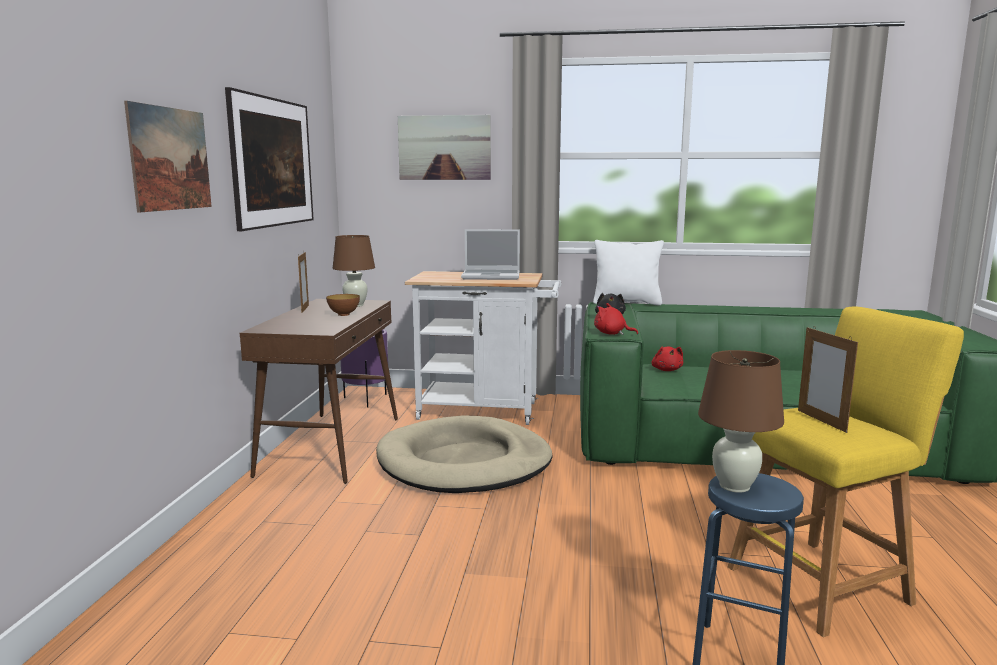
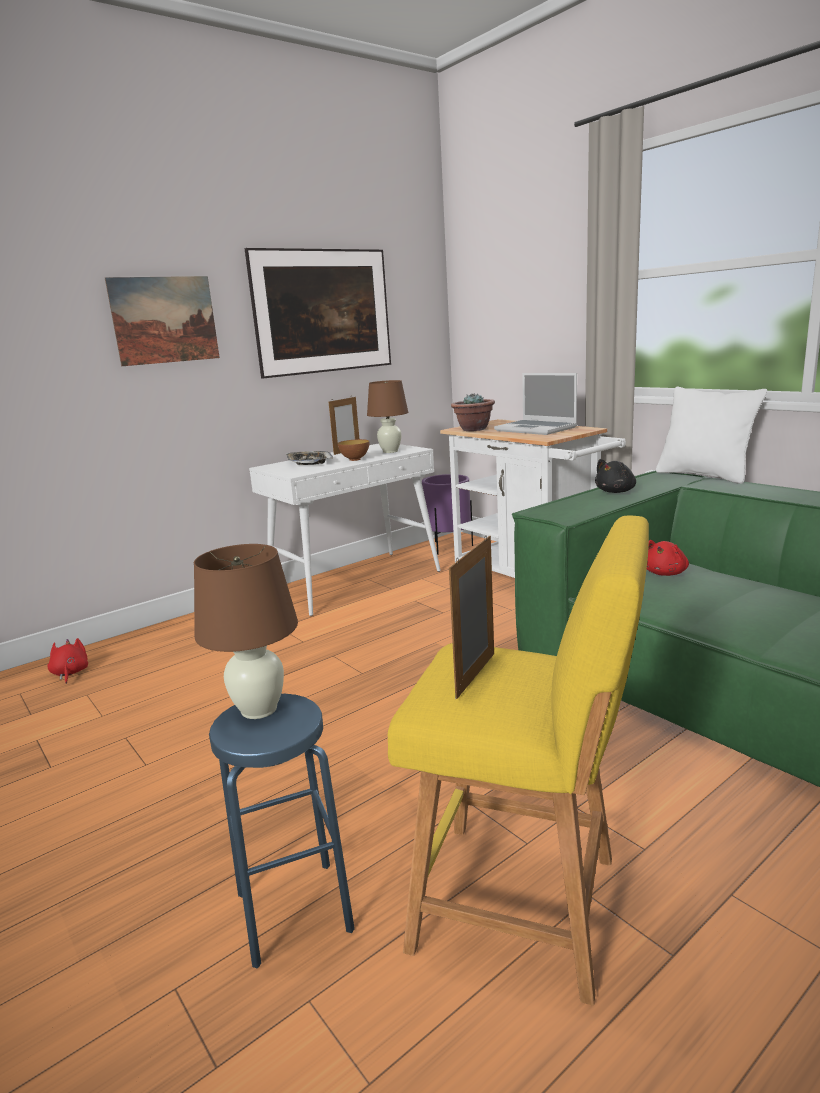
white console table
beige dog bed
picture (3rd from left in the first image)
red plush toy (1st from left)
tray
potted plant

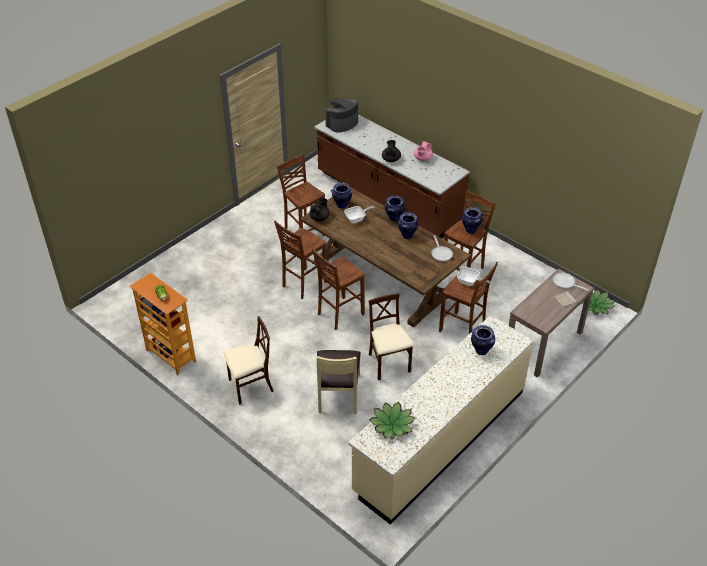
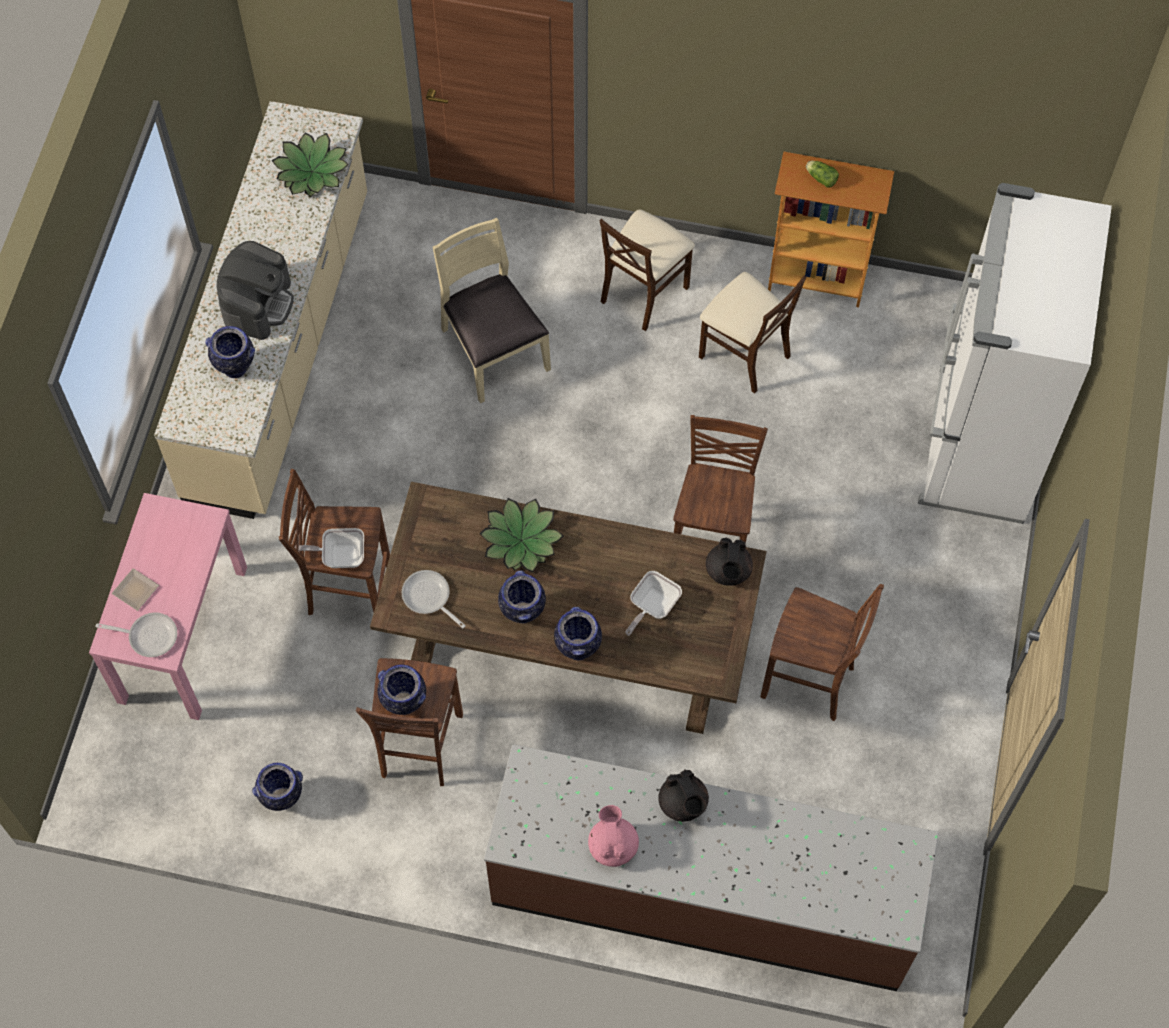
brown stool (3rd from left in the first image)
coffee machine
vase (2nd from left)
beige chair (3rd from left)
pink console table
potted plant (2nd from left)
white fridge

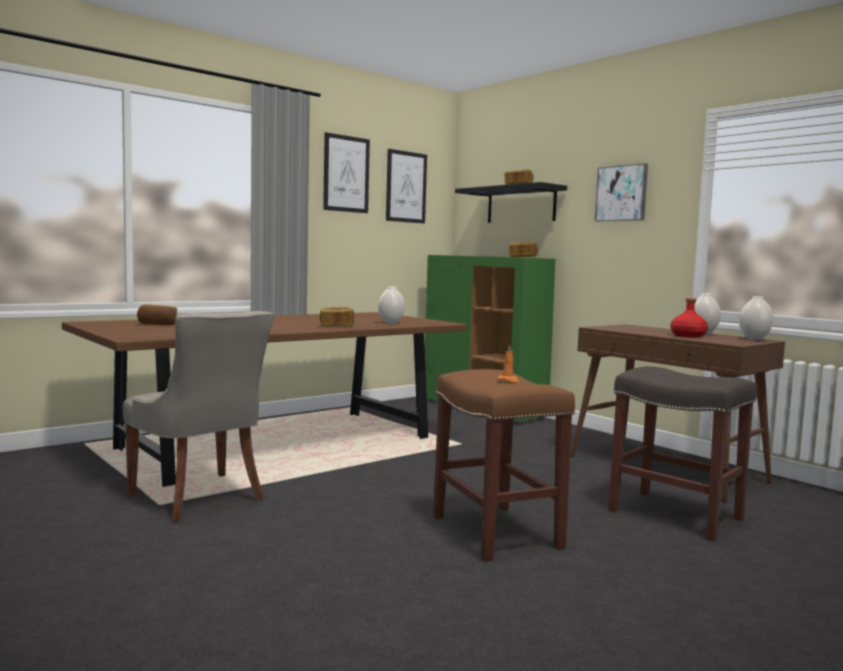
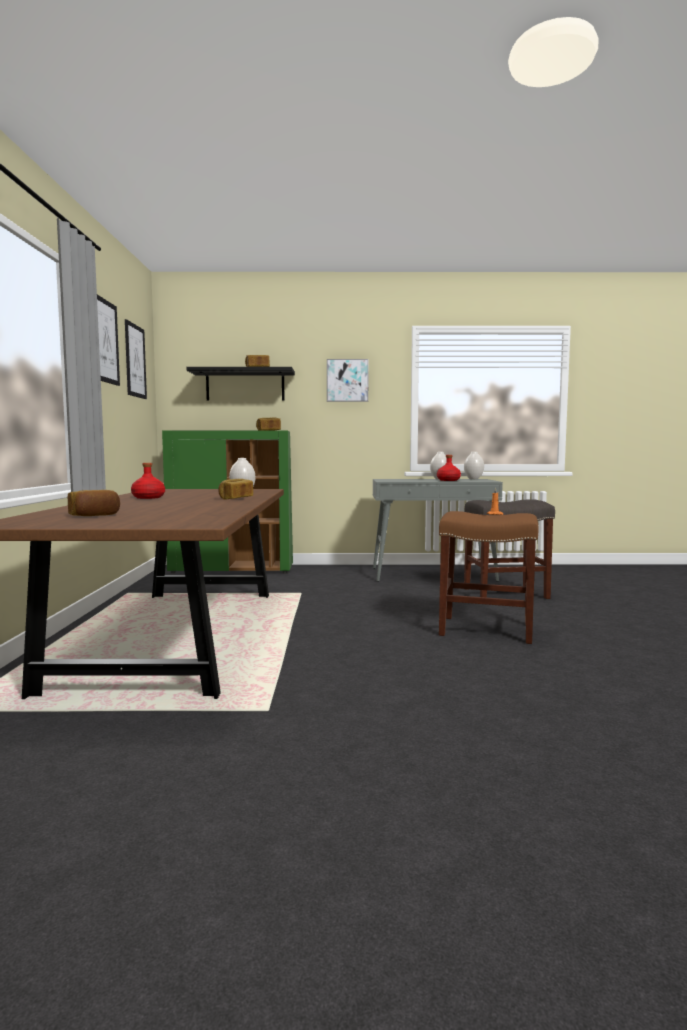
grey chair
grey console table
red bottle (1st from left)

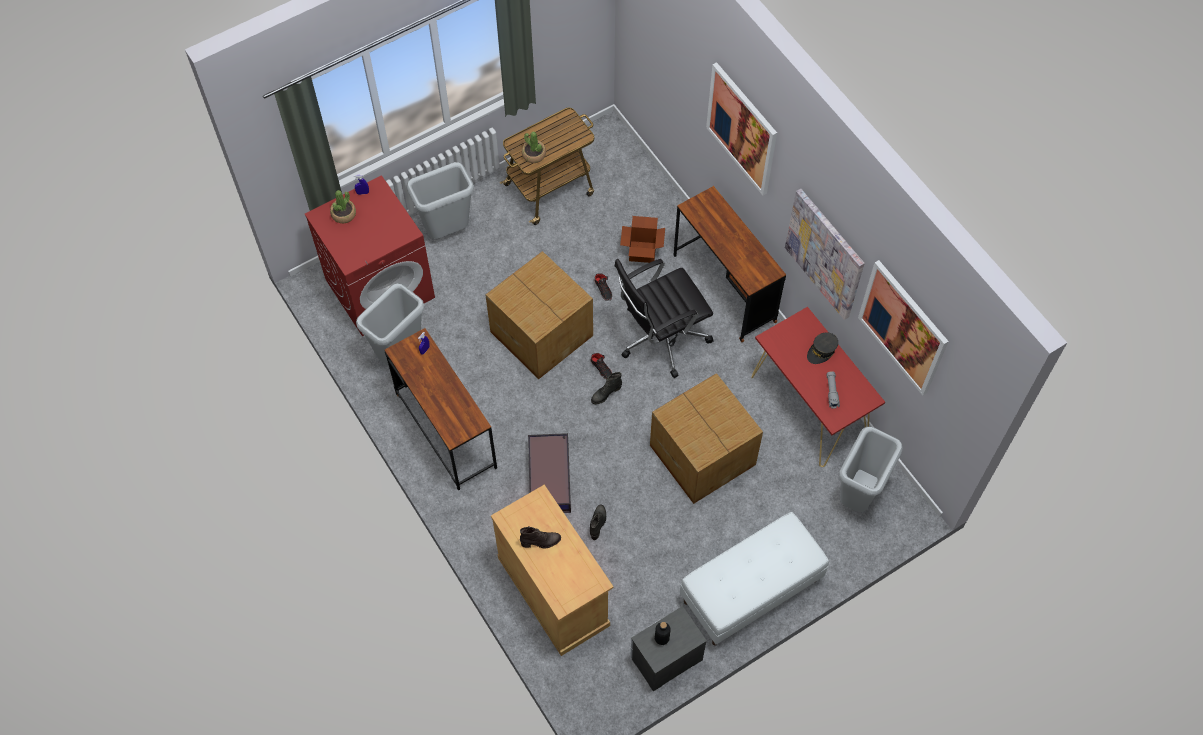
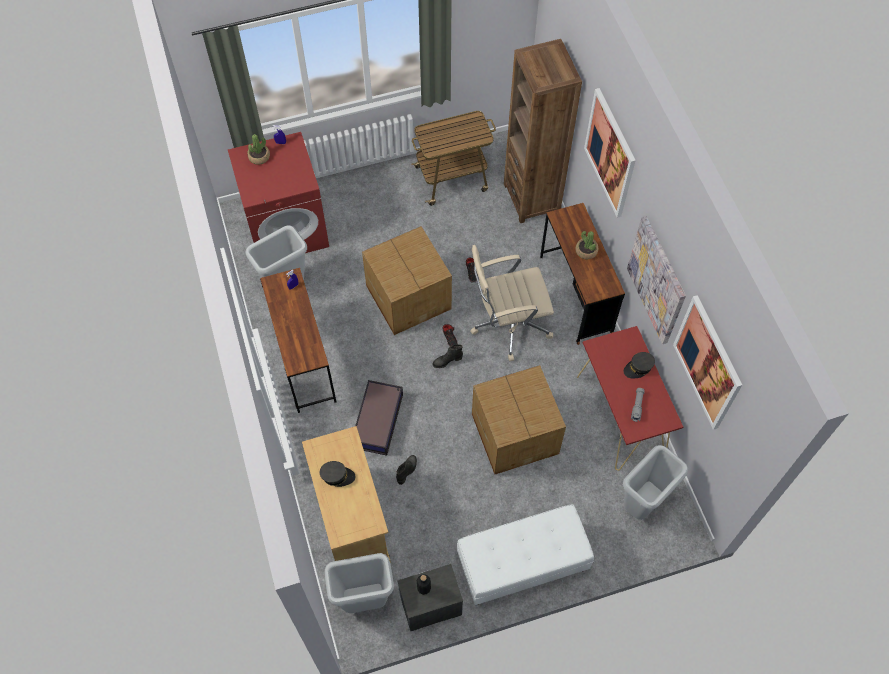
grey trash can (2nd from left)
grey cap (1st from left)
potted plant (2nd from left)
beige office chair
cardboard box (2nd from left in the first image)
brown bookcase

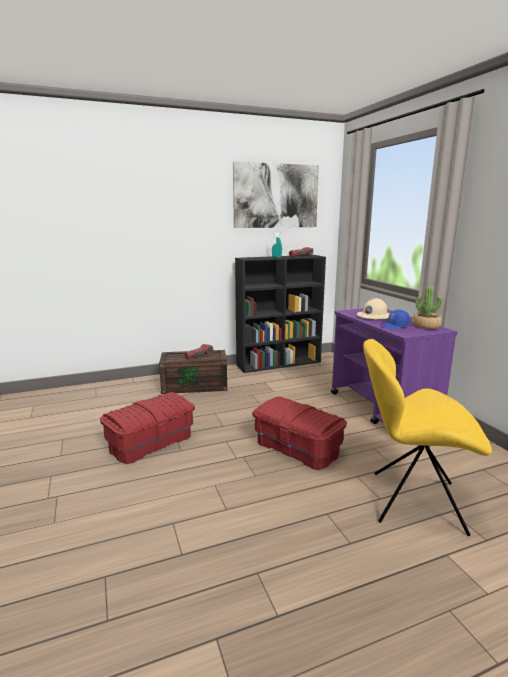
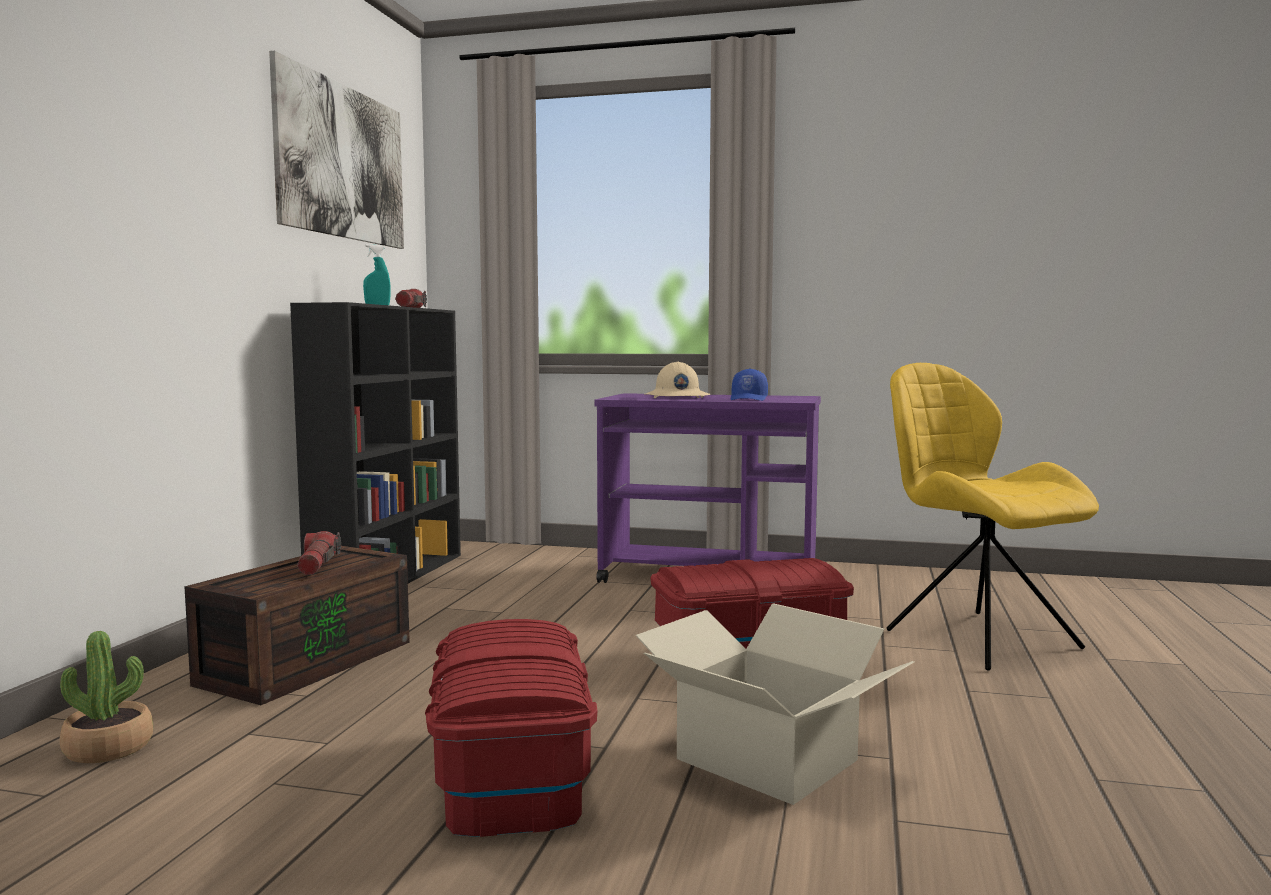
yellow chair
potted plant
cardboard box

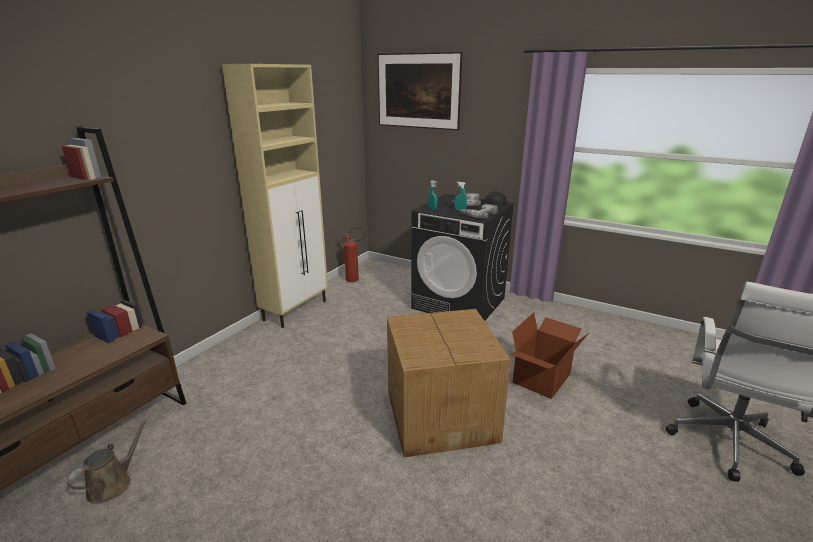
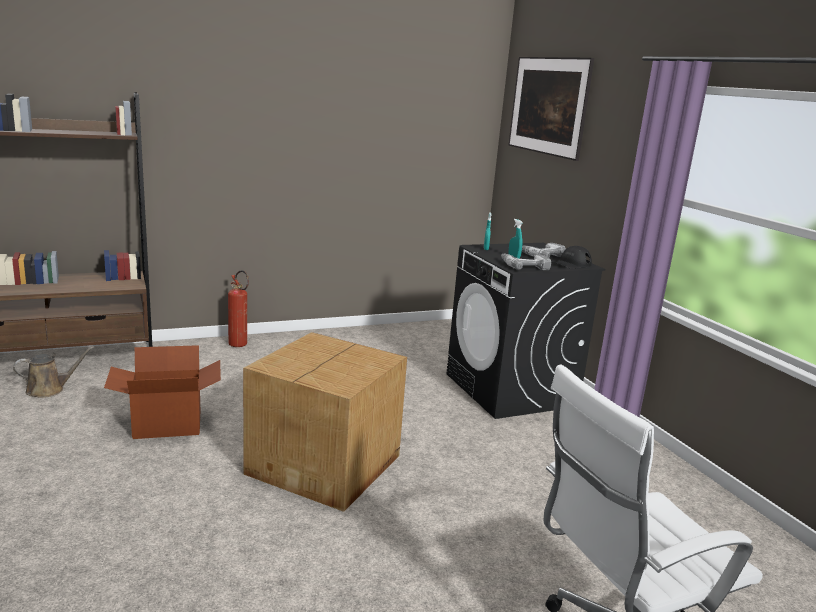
beige cabinet
fire extinguisher
cardboard box (1st from left)

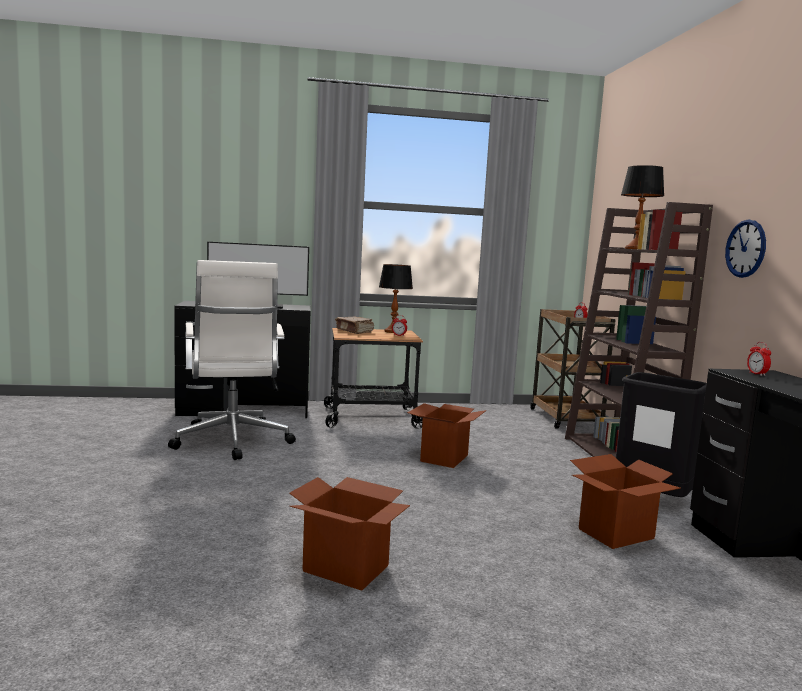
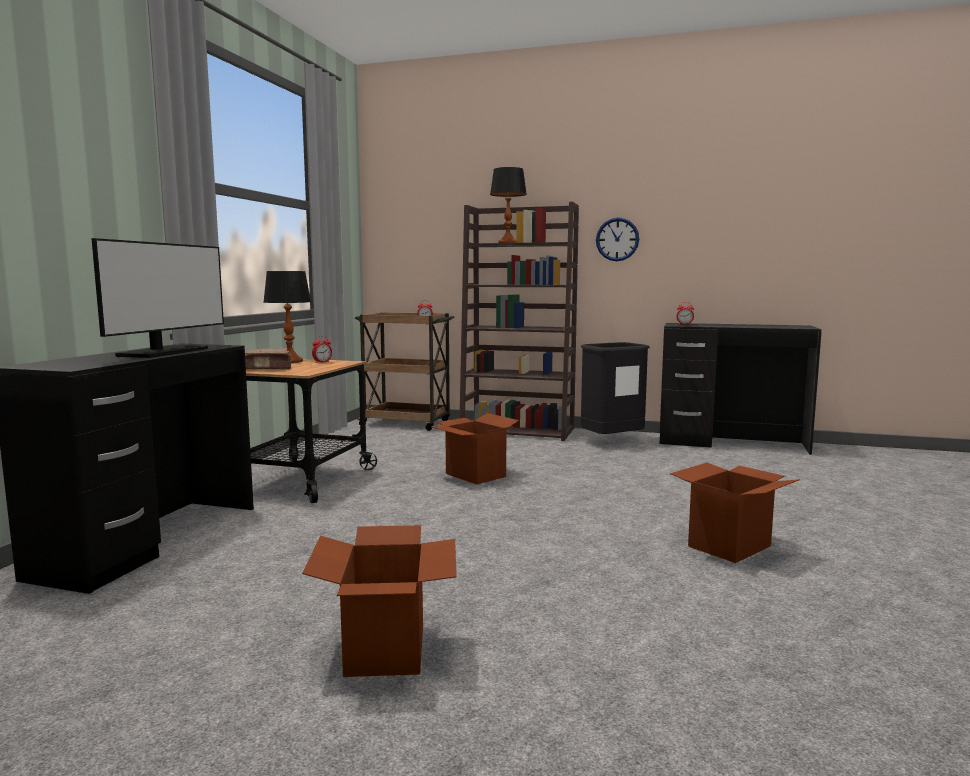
white office chair
cardboard box (1st from left)

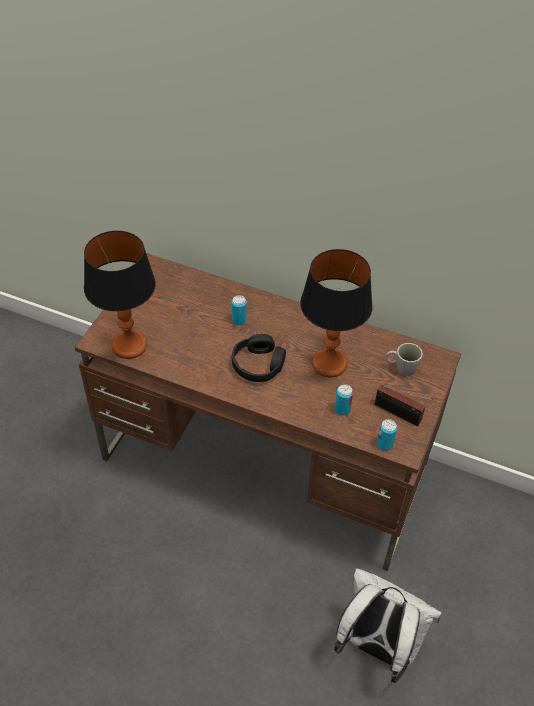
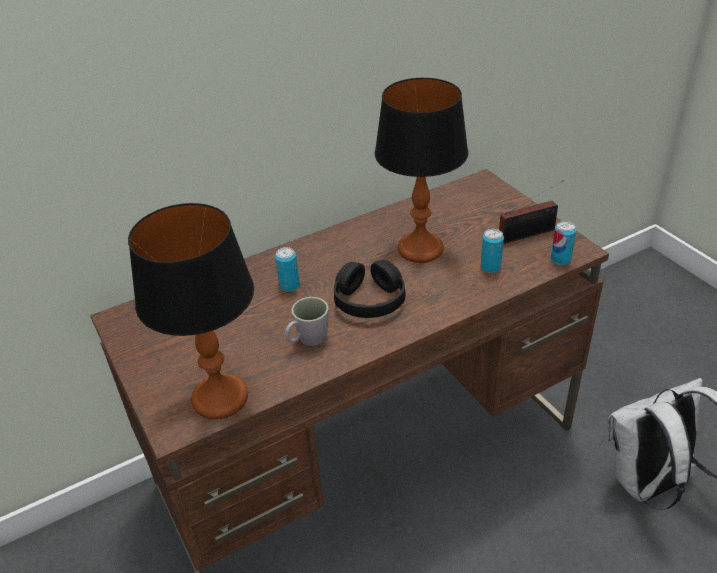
grey mug

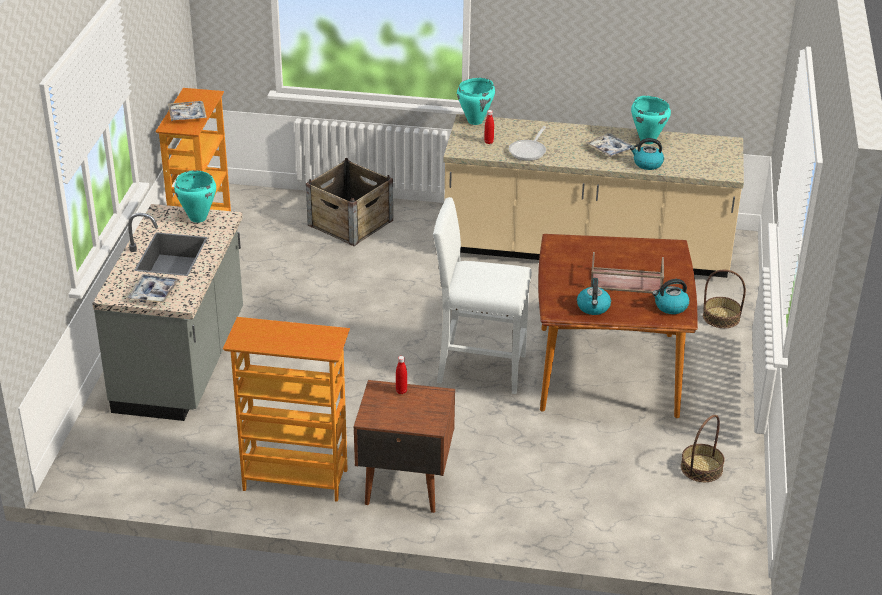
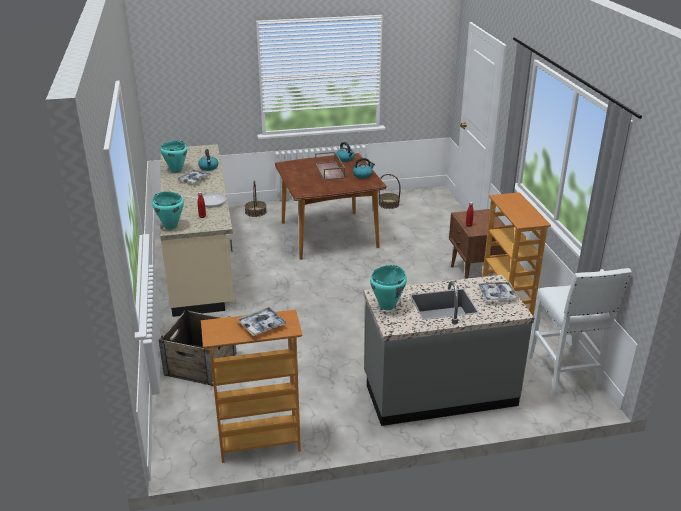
white stool

